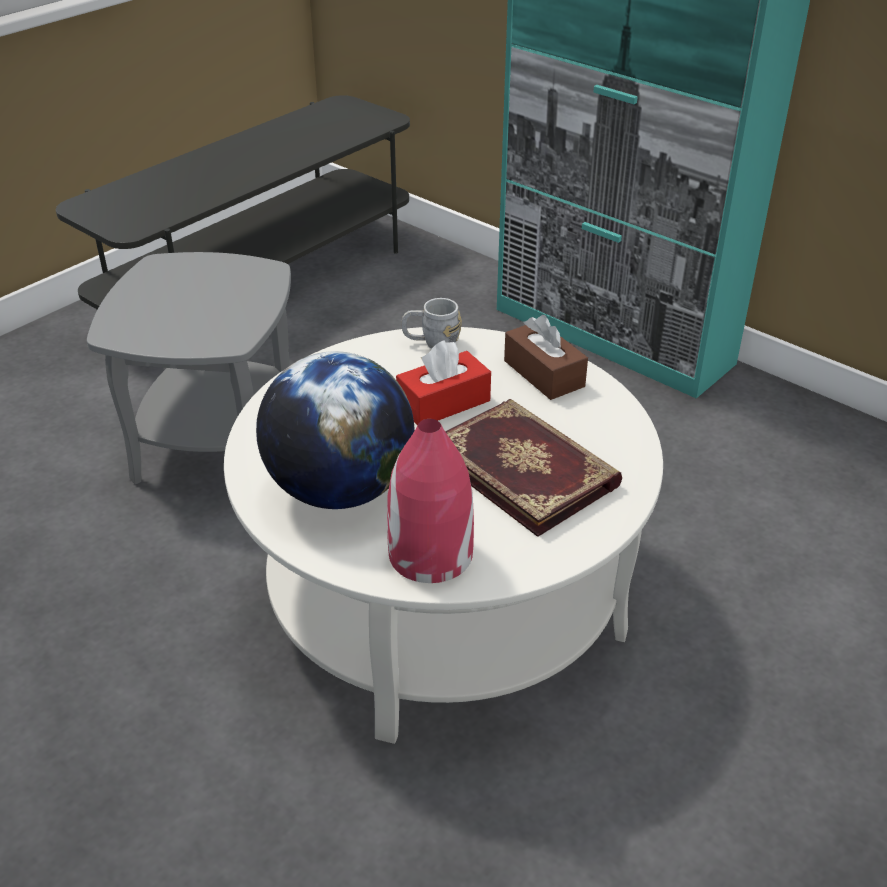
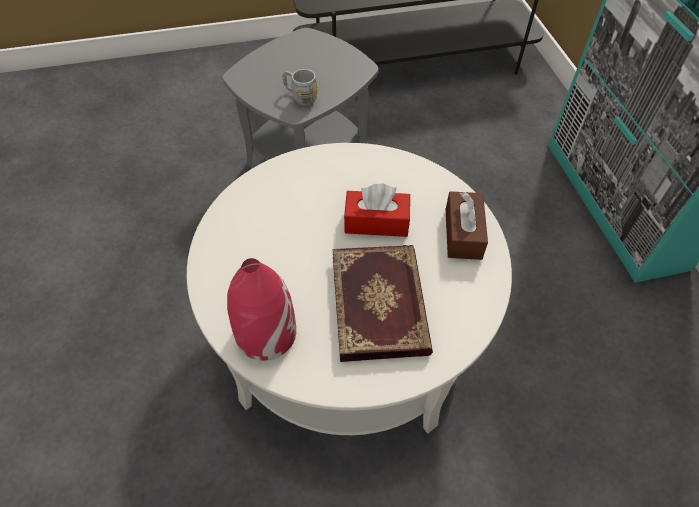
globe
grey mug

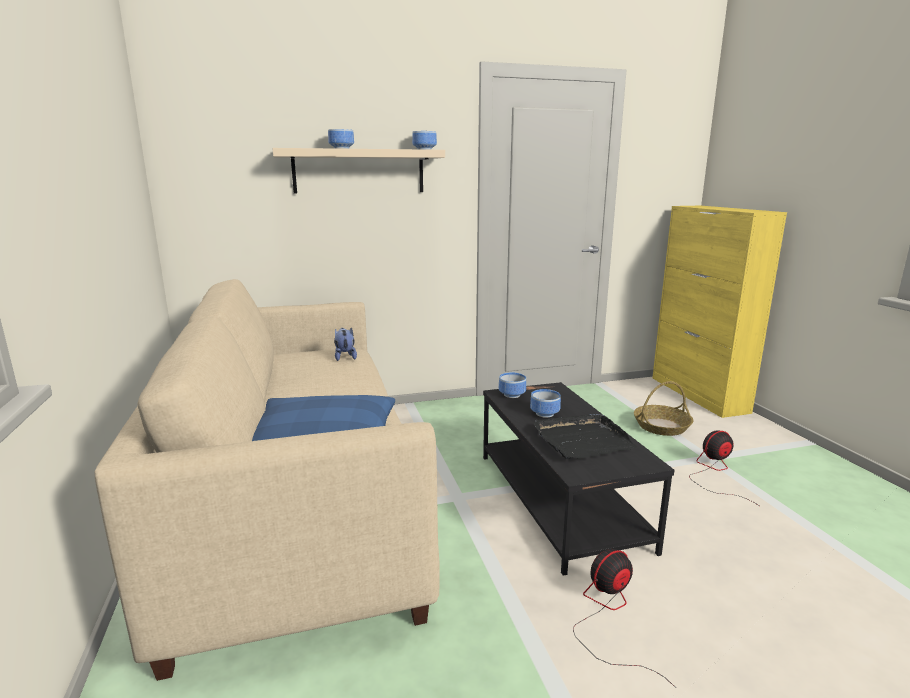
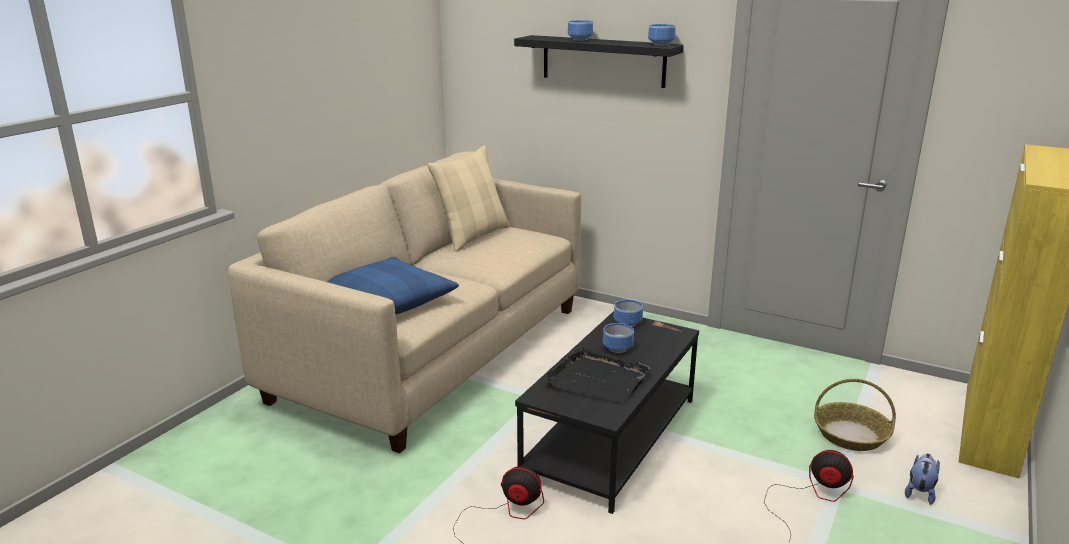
black shelf
plush toy
beige pillow

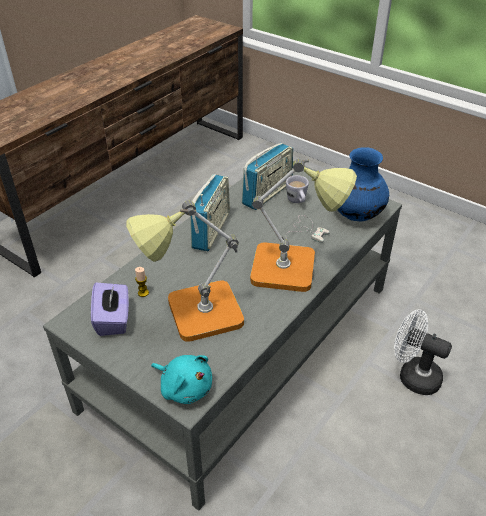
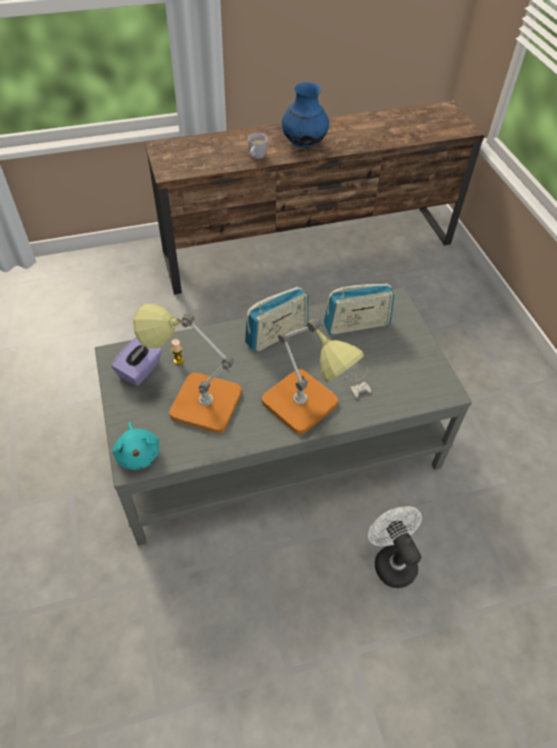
white mug
blue vase

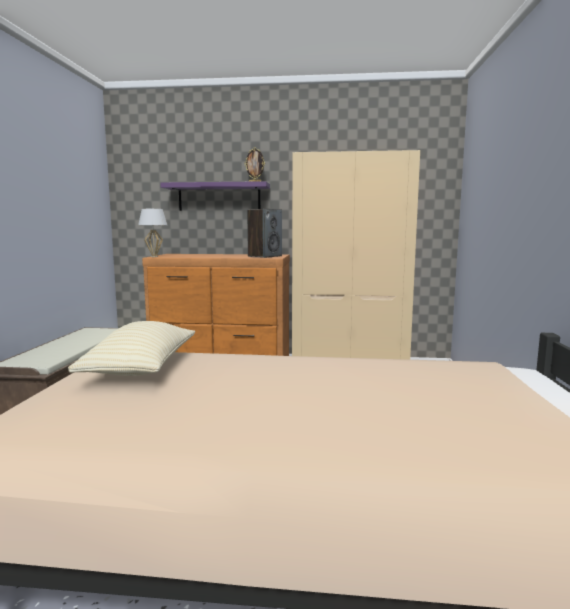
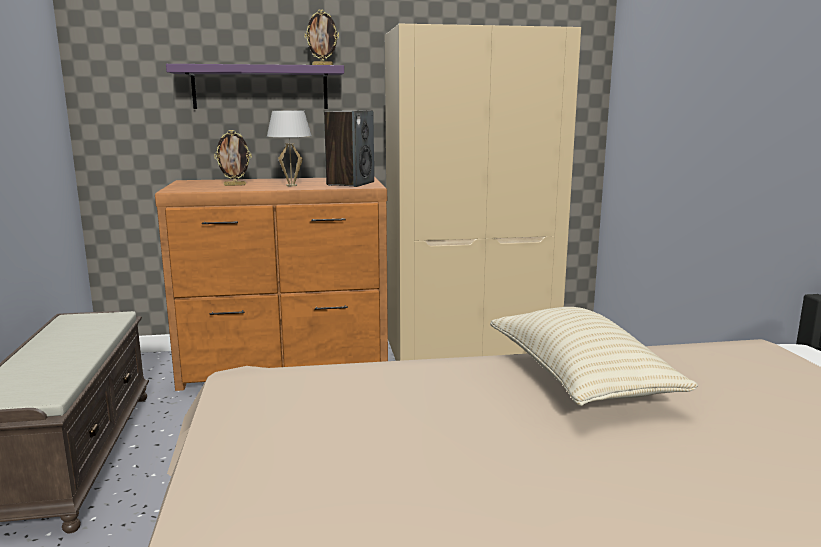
beige pillow
white table lamp
picture frame (1st from left)

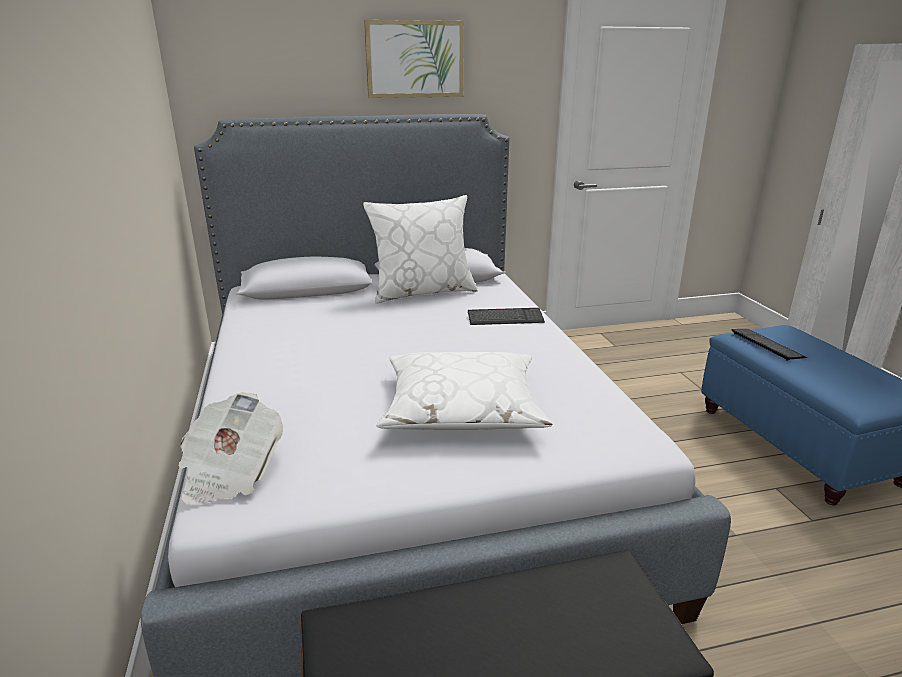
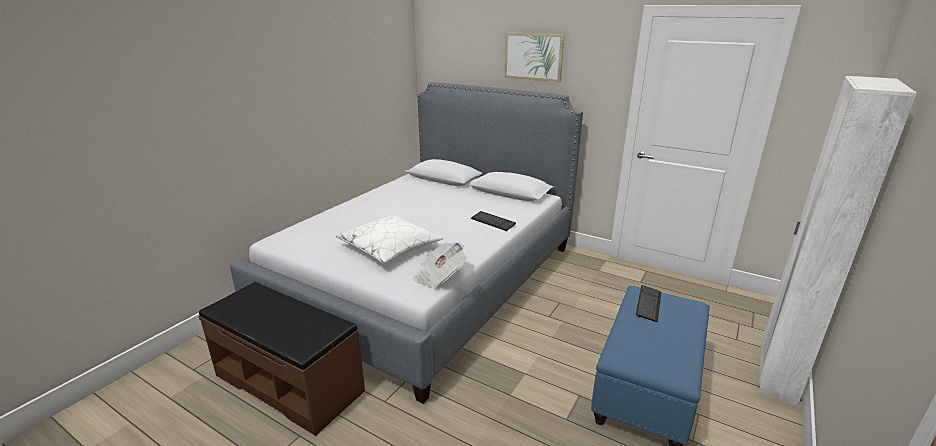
newspaper
white pillow (1st from left in the first image)

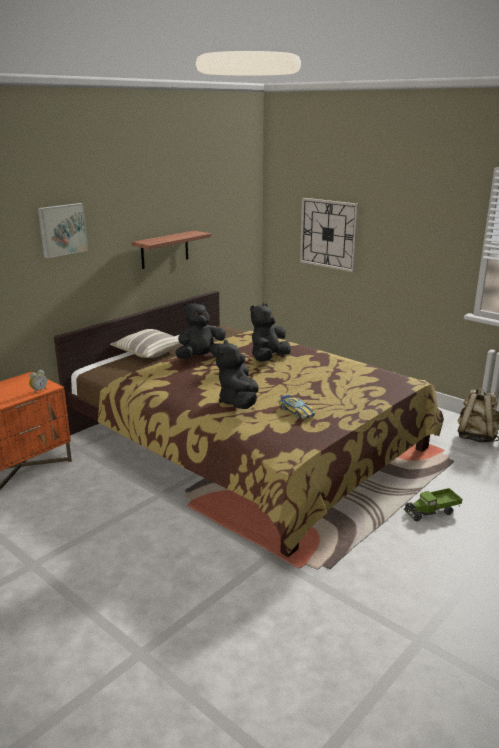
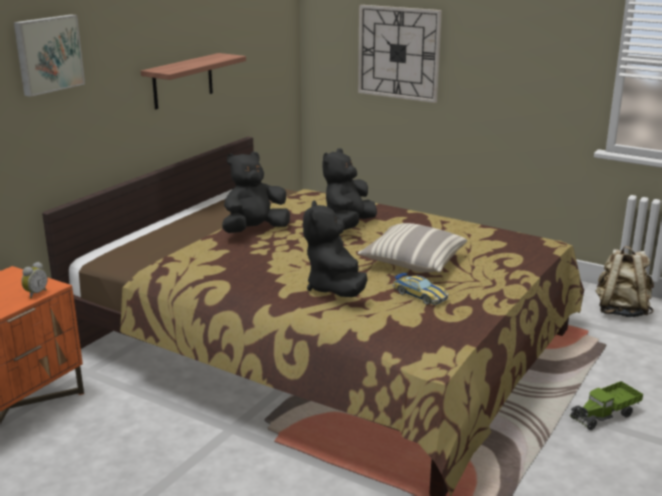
pillow

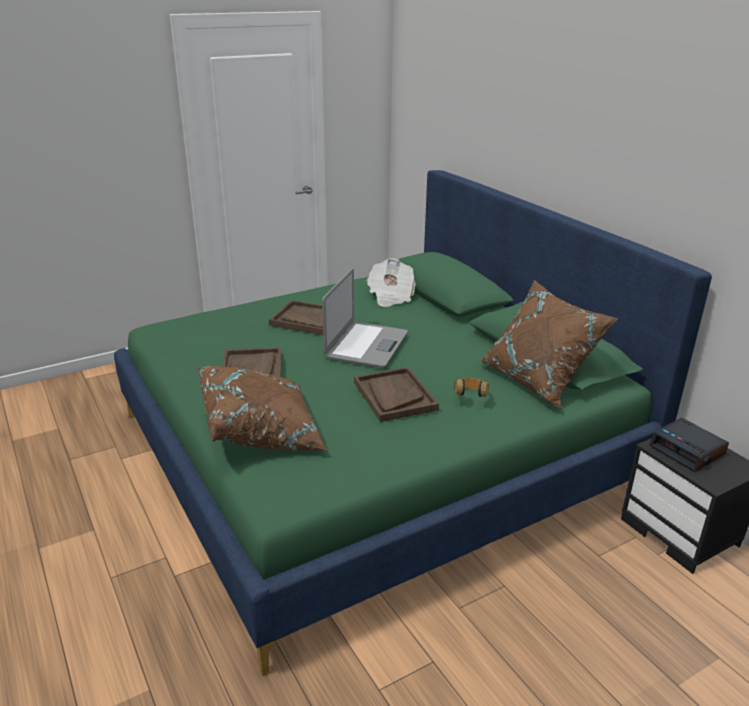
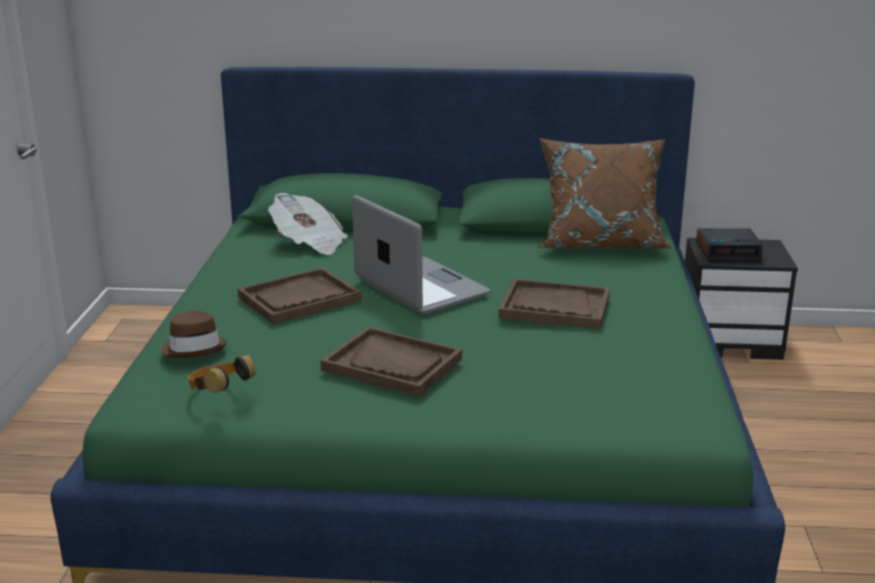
brown pillow (1st from left in the first image)
headphones
brown hat

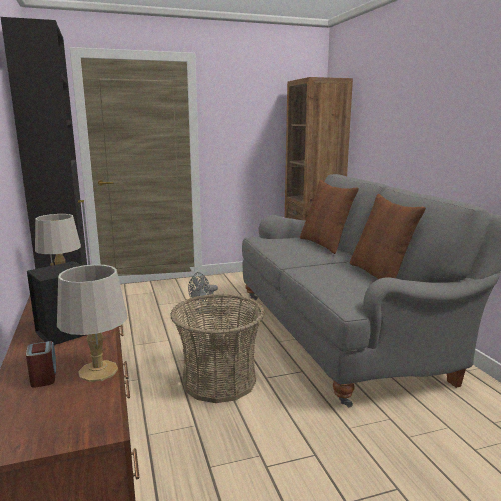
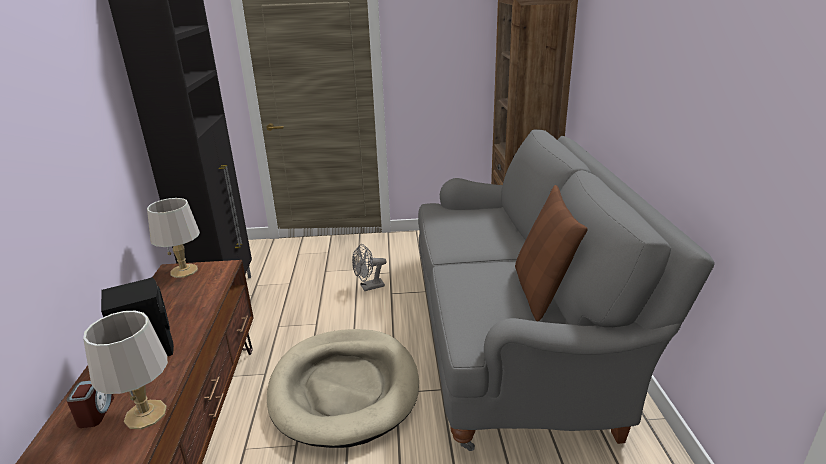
beige dog bed
brown pillow (1st from left in the first image)

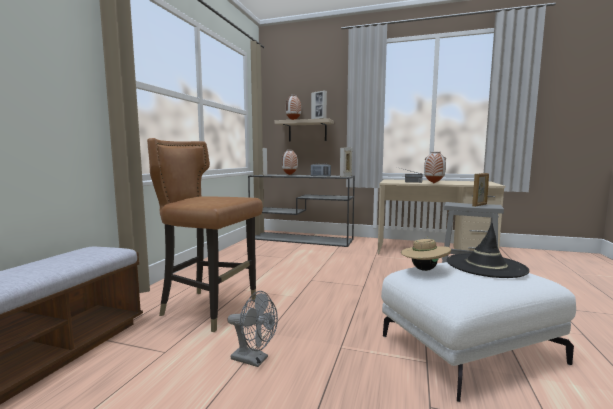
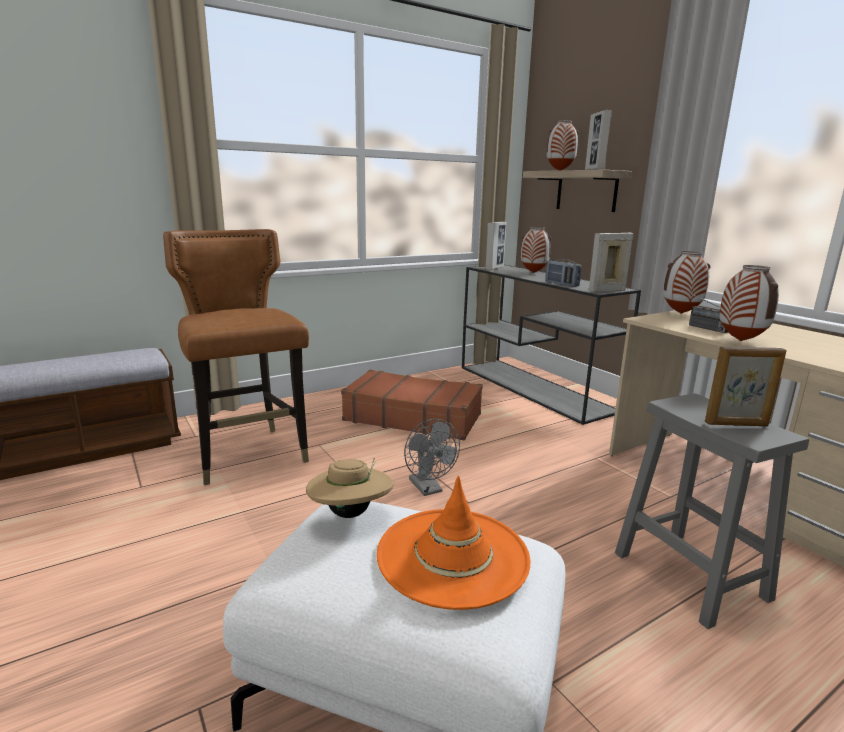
grey fan
orange hat
brown suitcase
vase (3rd from left)

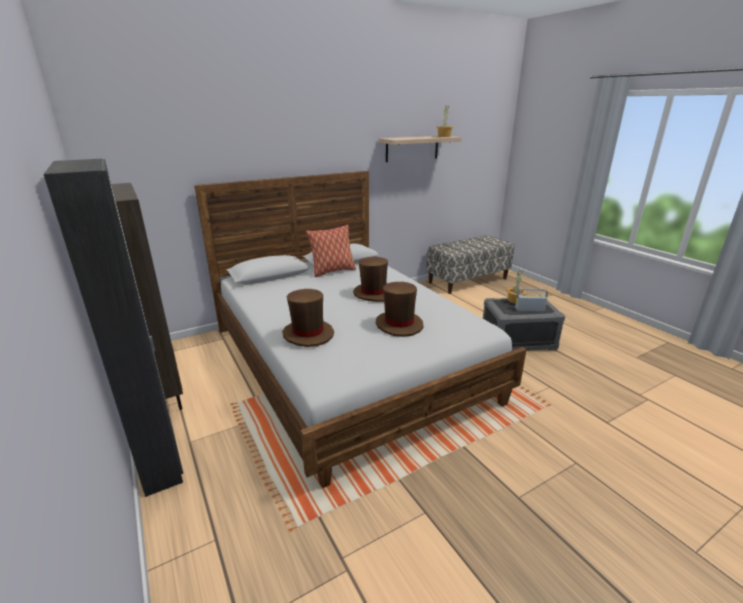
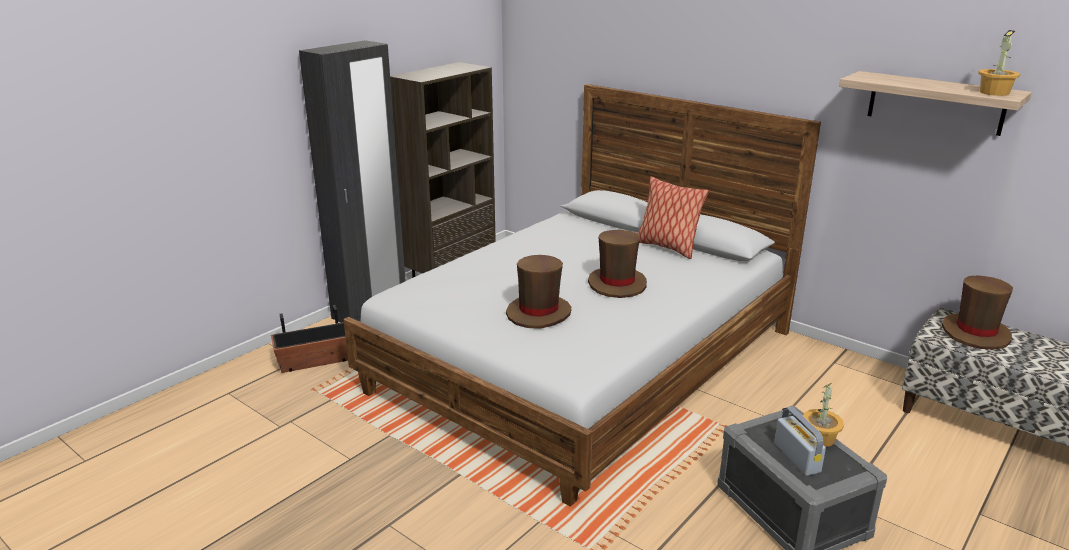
brown hat (3rd from left)
planter

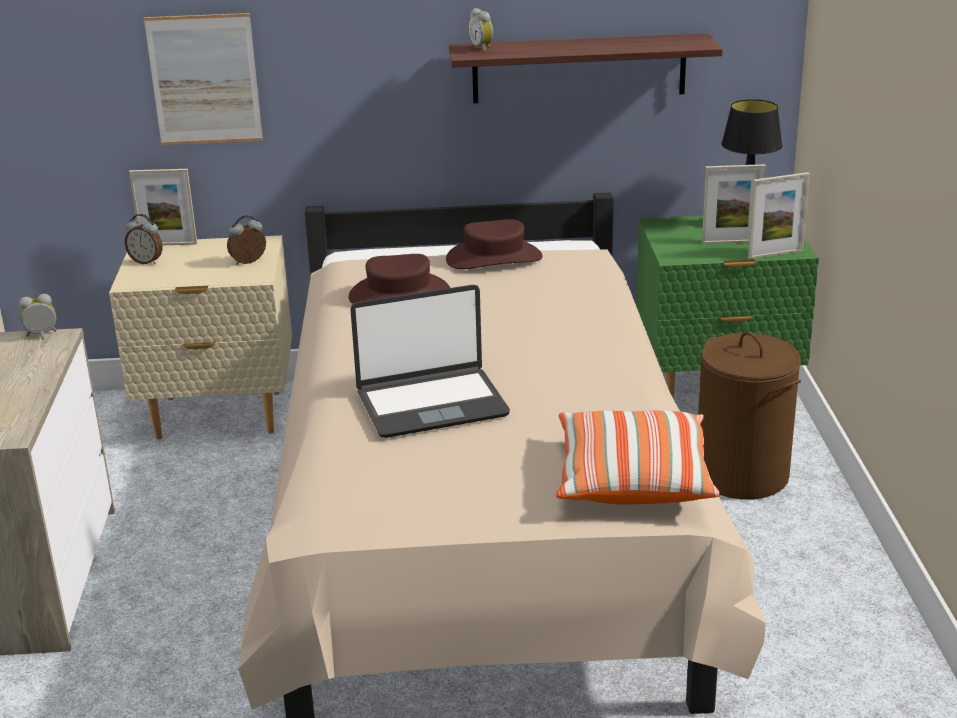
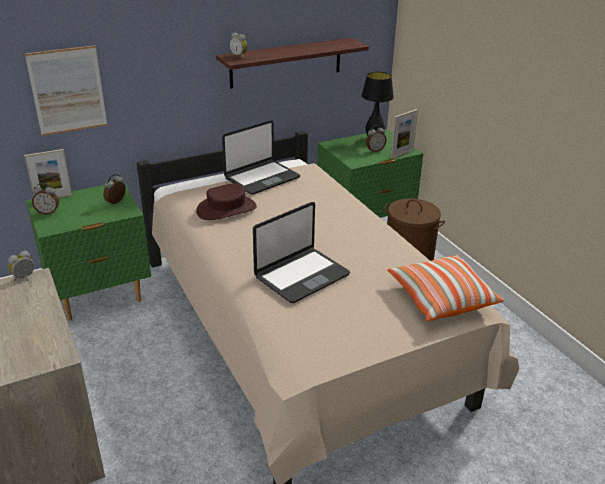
green nightstand (1st from left)
laptop (1st from left)
alarm clock (5th from left)

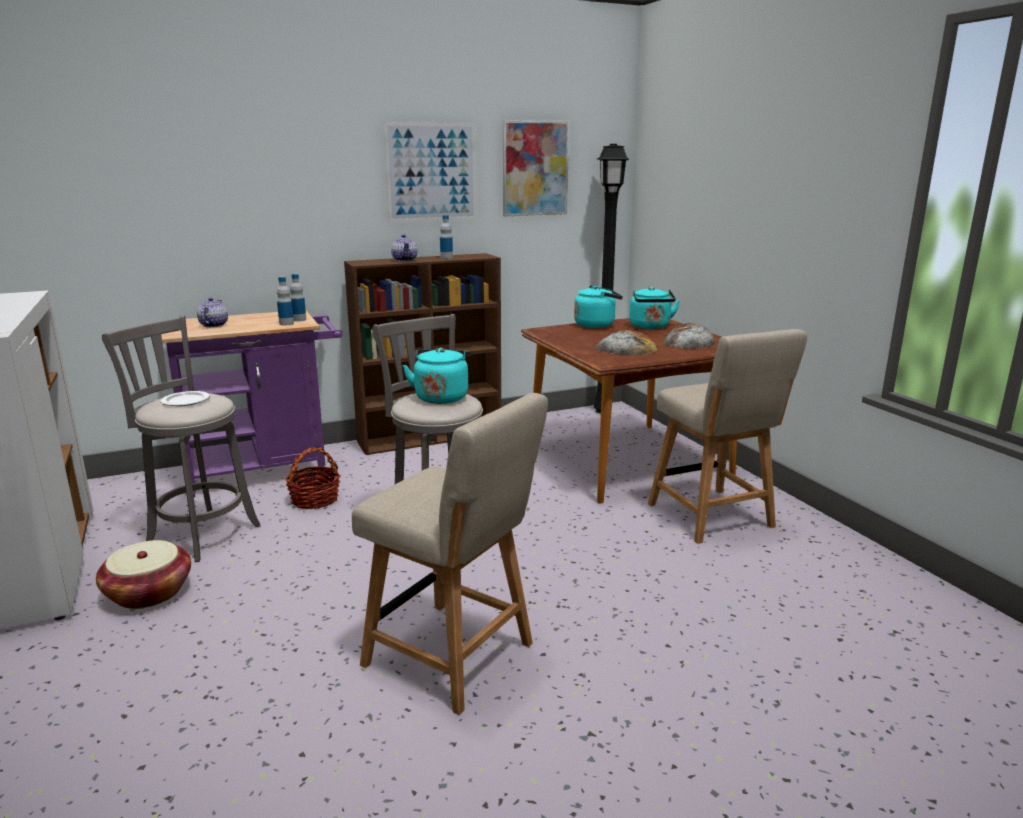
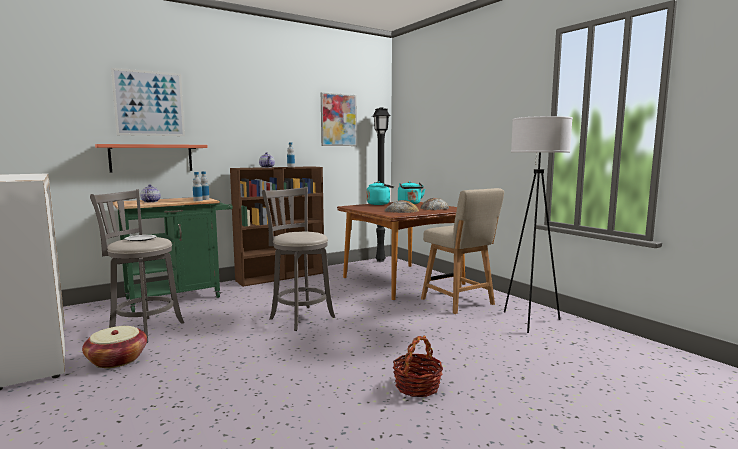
green cart
basket (2nd from left)
beige chair (1st from left in the first image)
picture (1st from left)
turquoise kettle (1st from left in the first image)
shelf
white floor lamp

